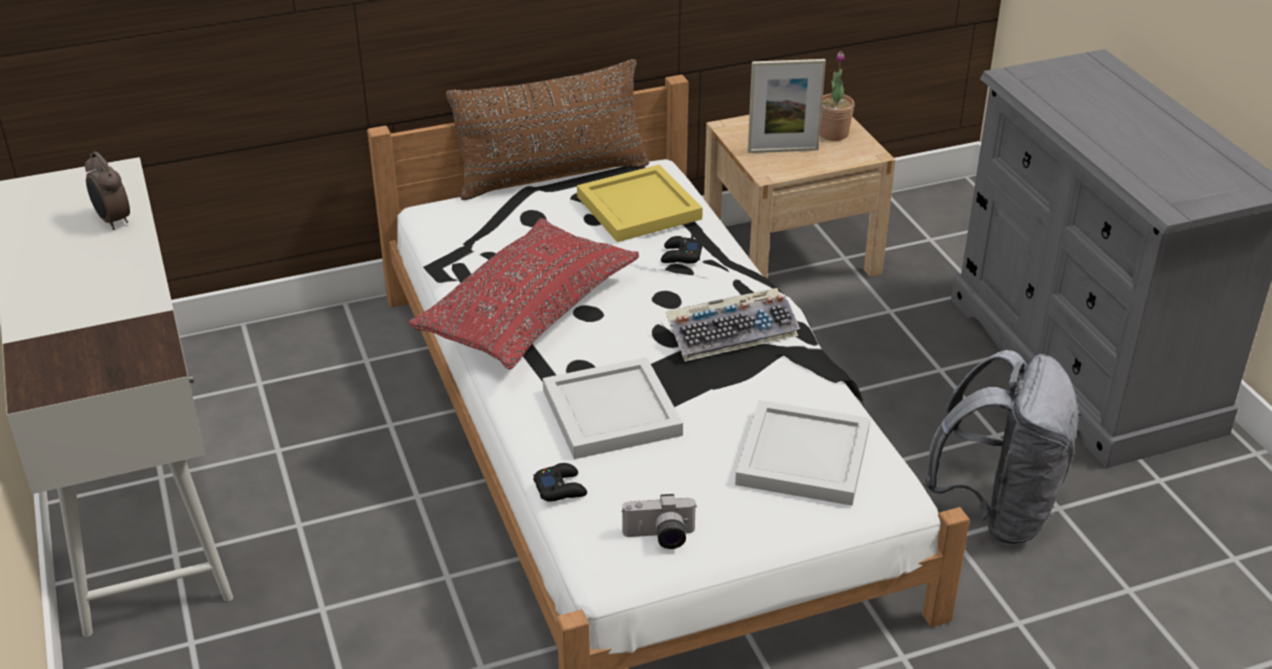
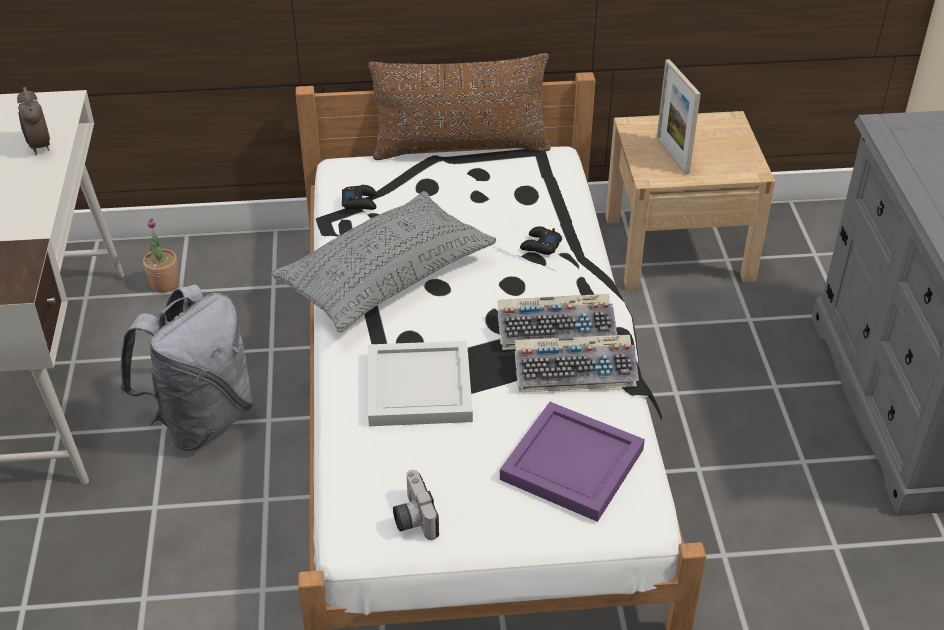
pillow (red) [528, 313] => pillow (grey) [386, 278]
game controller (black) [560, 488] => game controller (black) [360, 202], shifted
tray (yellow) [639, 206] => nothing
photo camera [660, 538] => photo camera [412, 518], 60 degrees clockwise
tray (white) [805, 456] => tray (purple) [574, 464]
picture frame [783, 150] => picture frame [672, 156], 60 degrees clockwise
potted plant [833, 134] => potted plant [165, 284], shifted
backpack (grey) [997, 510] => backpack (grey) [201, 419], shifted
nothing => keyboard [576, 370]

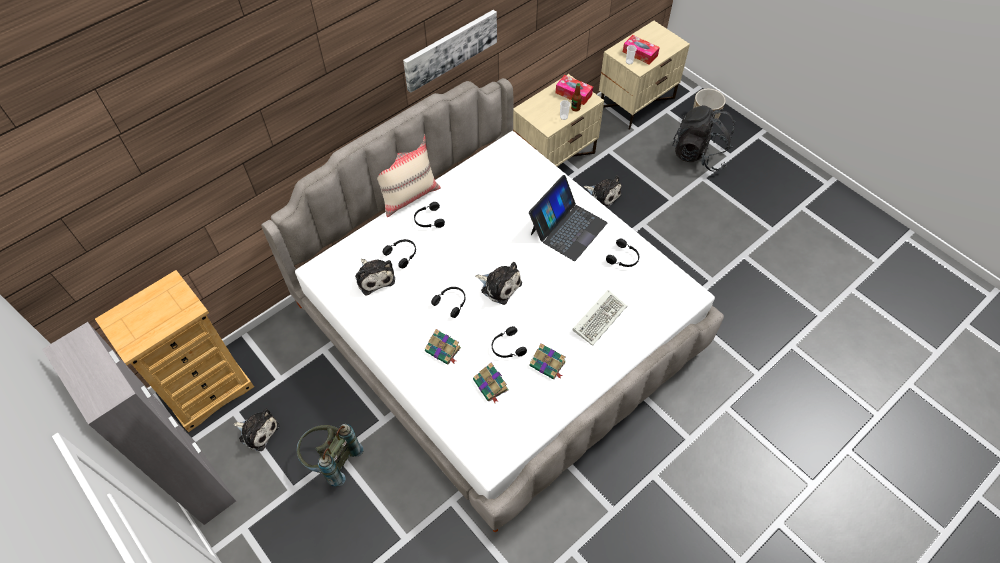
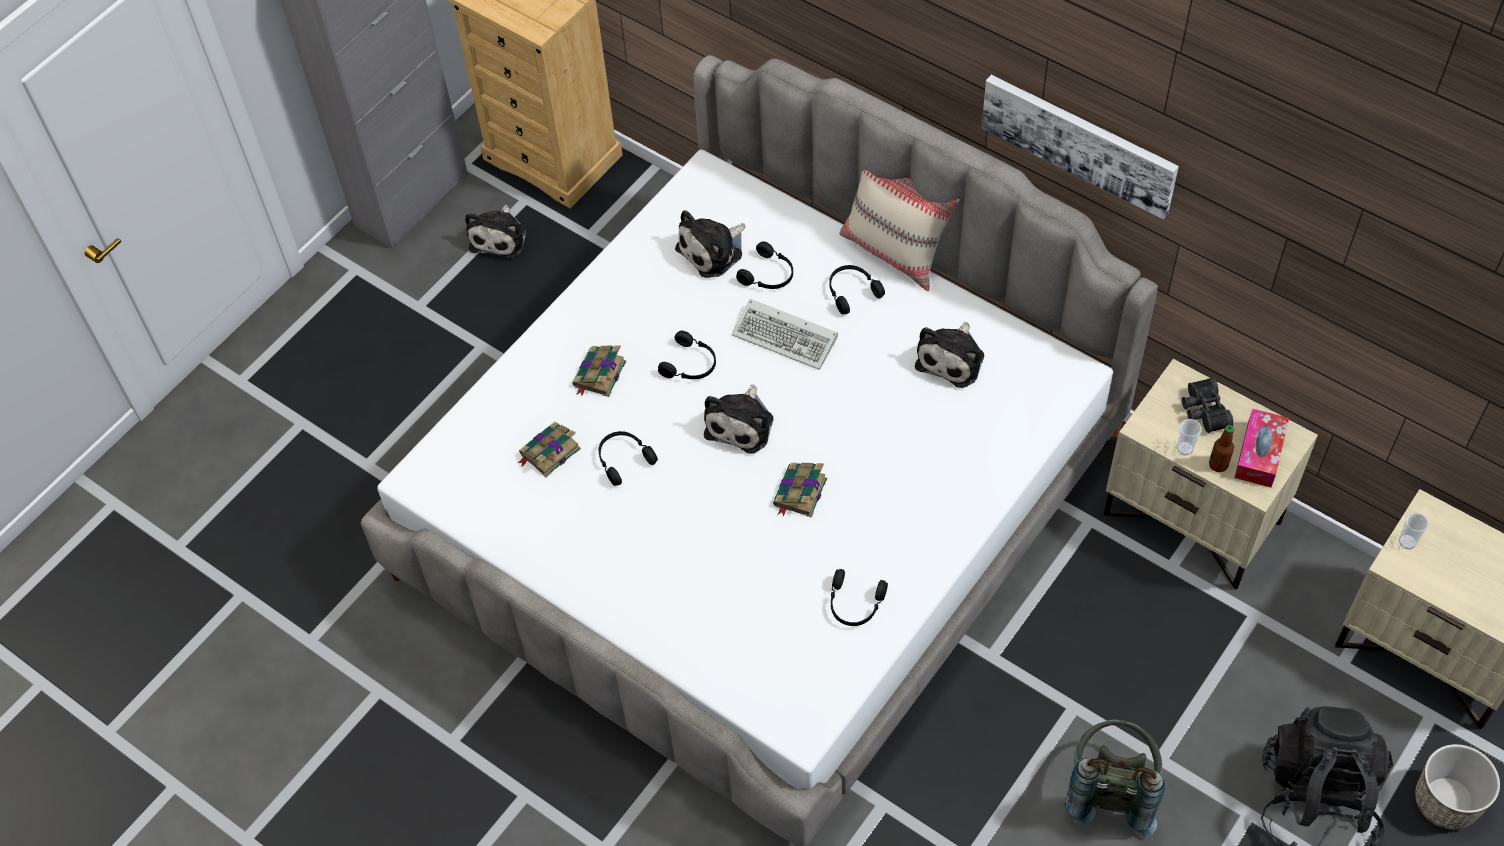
backpack (grey) [331, 461] => backpack (grey) [1110, 791], shifted
laptop [567, 228] => nothing
book [548, 364] => book [799, 493], shifted
keyboard [599, 317] => keyboard [787, 337], shifted
plush toy [603, 195] => plush toy [952, 358], shifted
tissue box [640, 54] => nothing
nothing => binoculars (black) [1203, 411]

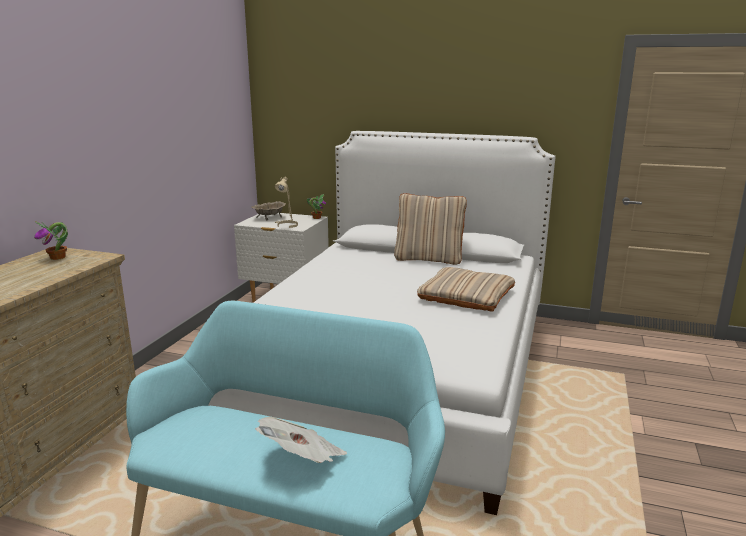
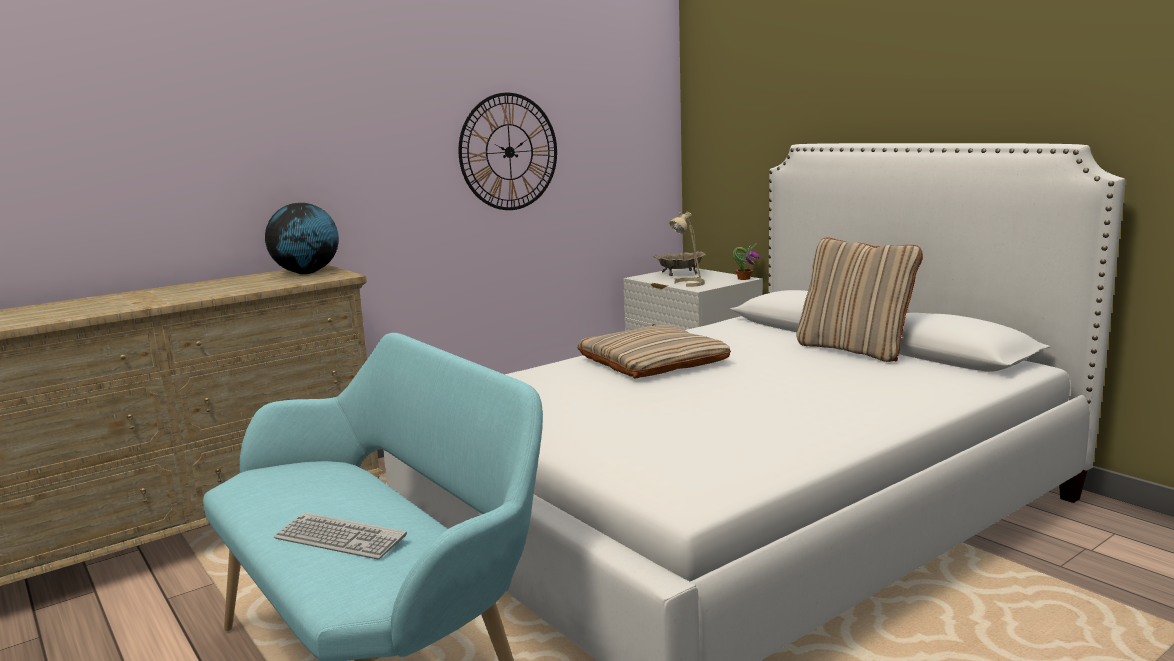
potted plant [58, 257] => globe [306, 273]
newspaper [303, 459] => keyboard [340, 538]
pillow (beige) [466, 295] => pillow (beige) [652, 362], shifted
nothing => wall clock [509, 152]

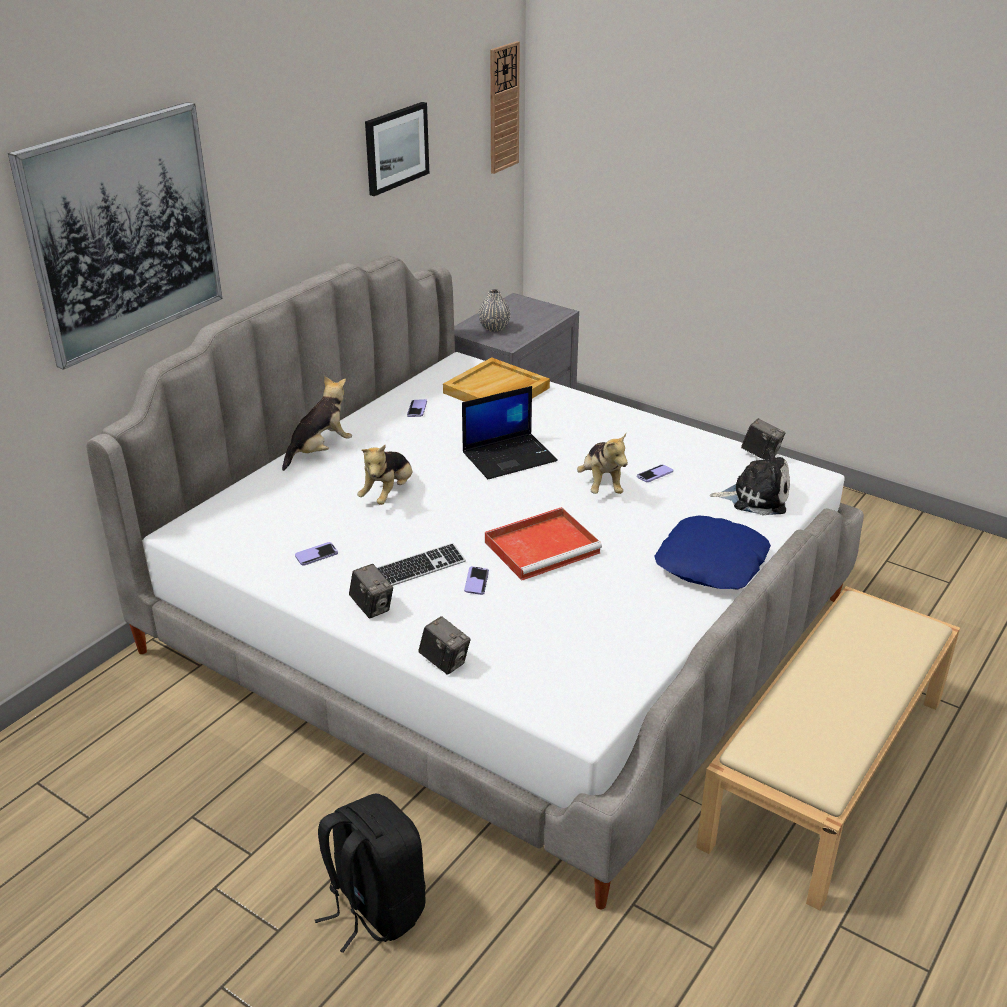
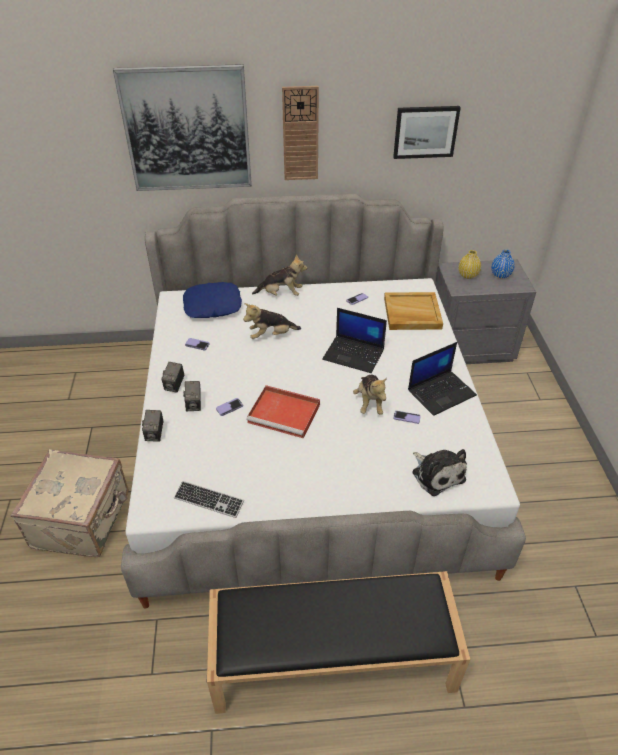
backpack (black) [374, 908] => suitcase (beige) [83, 520]
keyboard [417, 568] => keyboard [209, 500], shifted
vase (grey) [494, 328] => vase (yellow) [467, 275]
wall clock [503, 108] => wall clock [300, 134], shifted
plush toy [601, 484] => plush toy [369, 402], 45 degrees counterclockwise
pillow (blue) [712, 563] => pillow (blue) [212, 306], shifted
bench (beige) [825, 768] => bench (black) [334, 656]
photo camera [761, 454] => photo camera [194, 404], shifted
nothing => laptop [441, 392]
nothing => vase (blue) [500, 275]

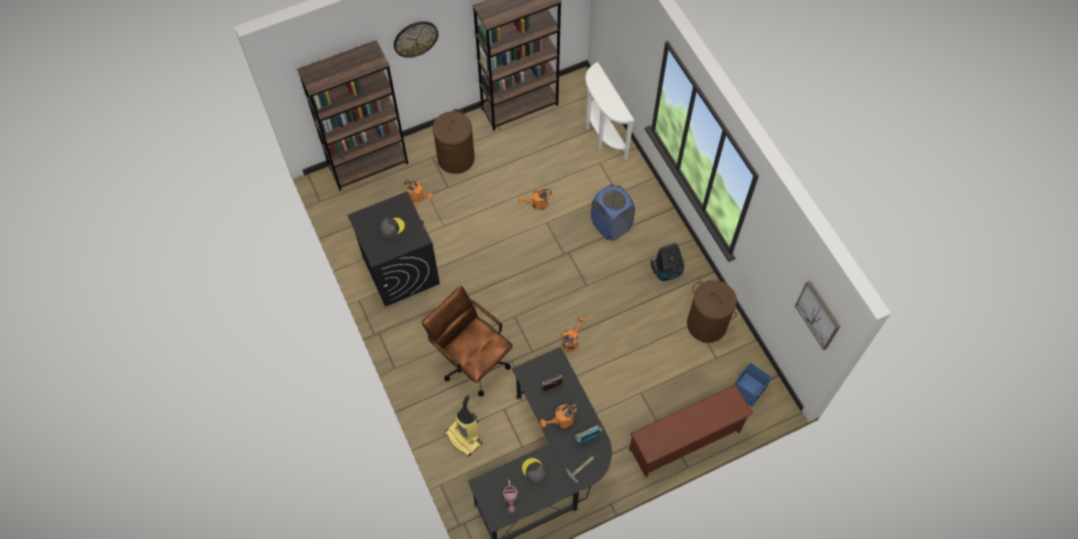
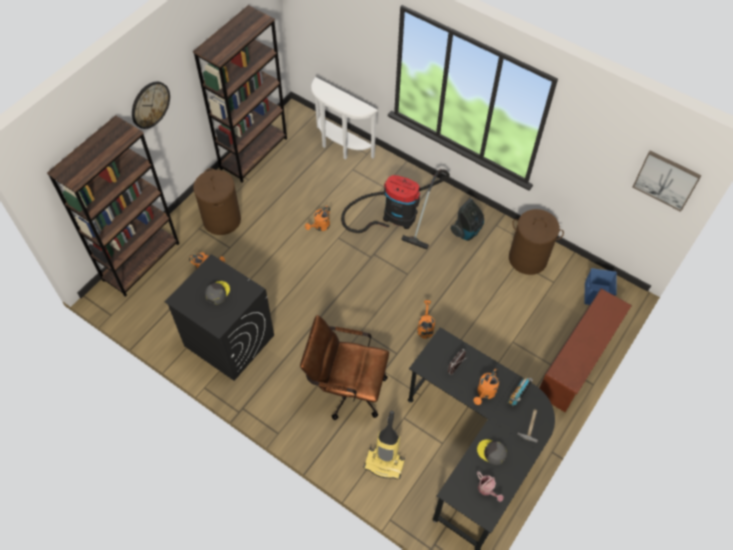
laundry basket (blue) [611, 225] => vacuum cleaner [395, 215]

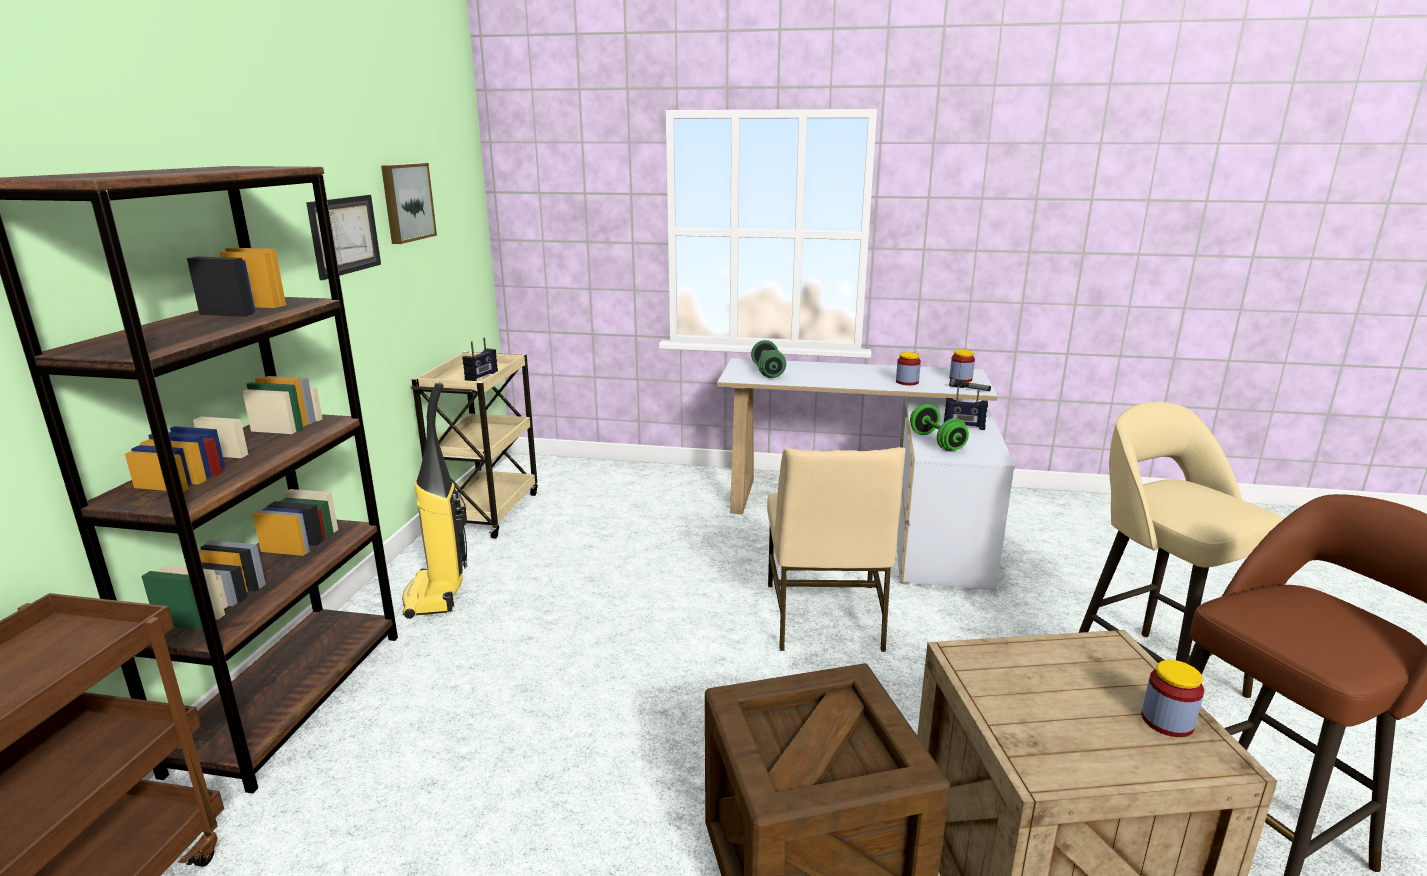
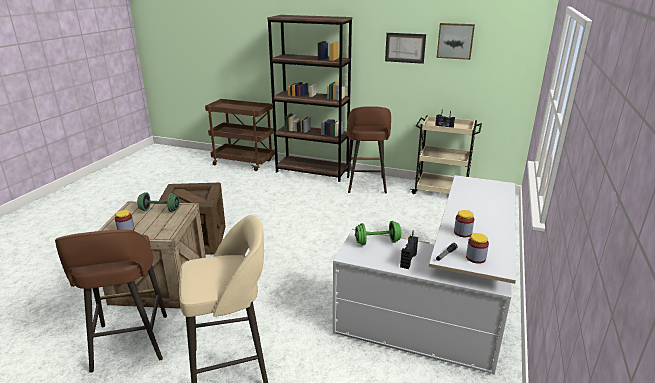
vacuum cleaner [437, 595] => stool (brown) [366, 185]
dumbbell (green) [768, 372] => dumbbell (green) [160, 210], shifted
chair (beige) [825, 617] => nothing

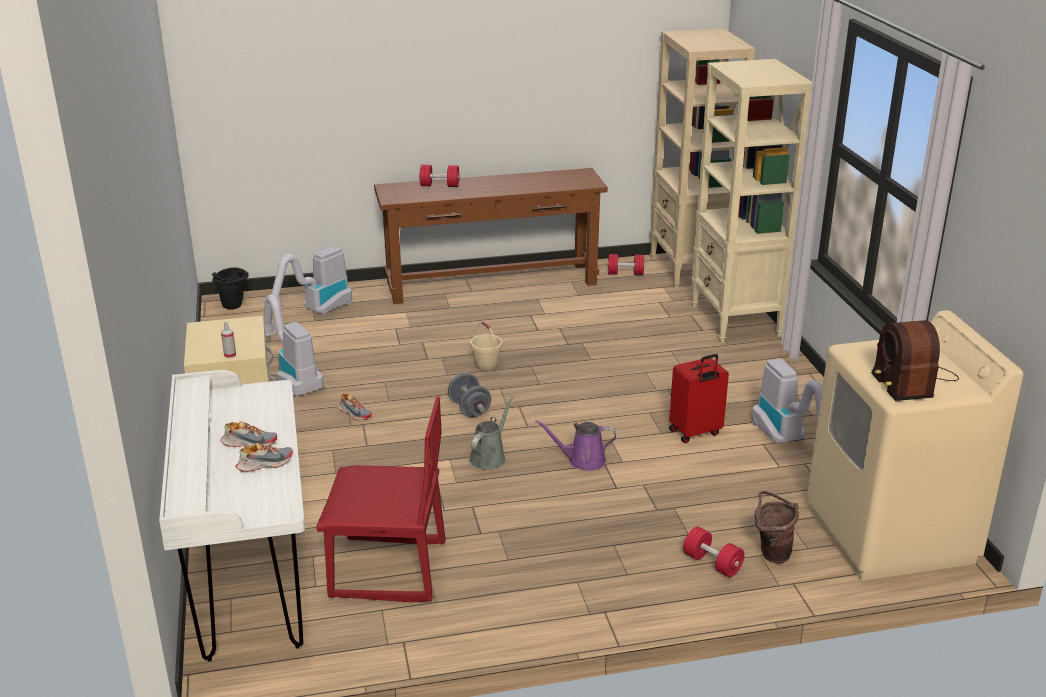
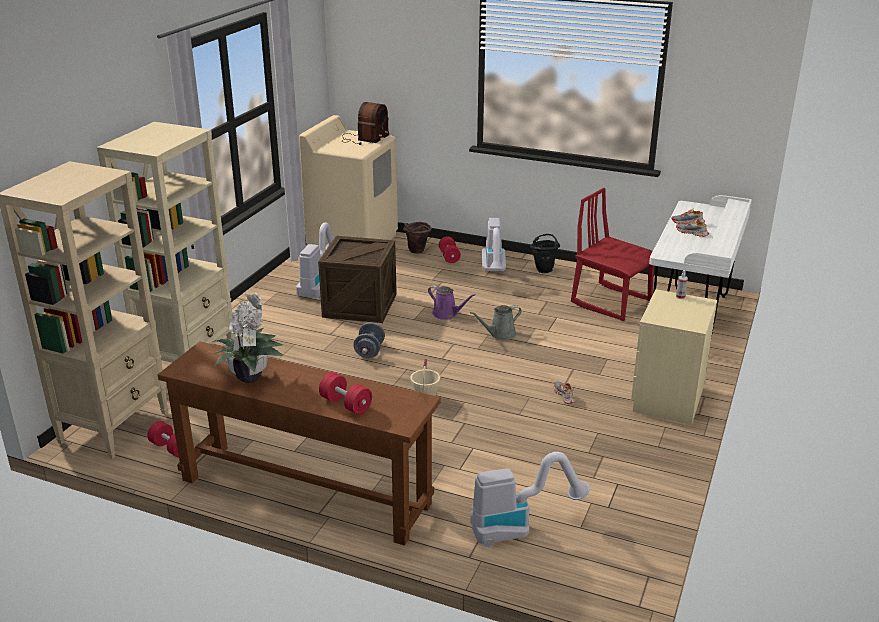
bucket (black) [233, 307] => bucket (black) [544, 269], shifted
vacuum cleaner [291, 377] => vacuum cleaner [494, 272], shifted
dumbbell (grey) [469, 409] => dumbbell (grey) [369, 351], shifted
suitcase (red) [695, 433] => crate [360, 305]
nothing => potted plant [250, 376]

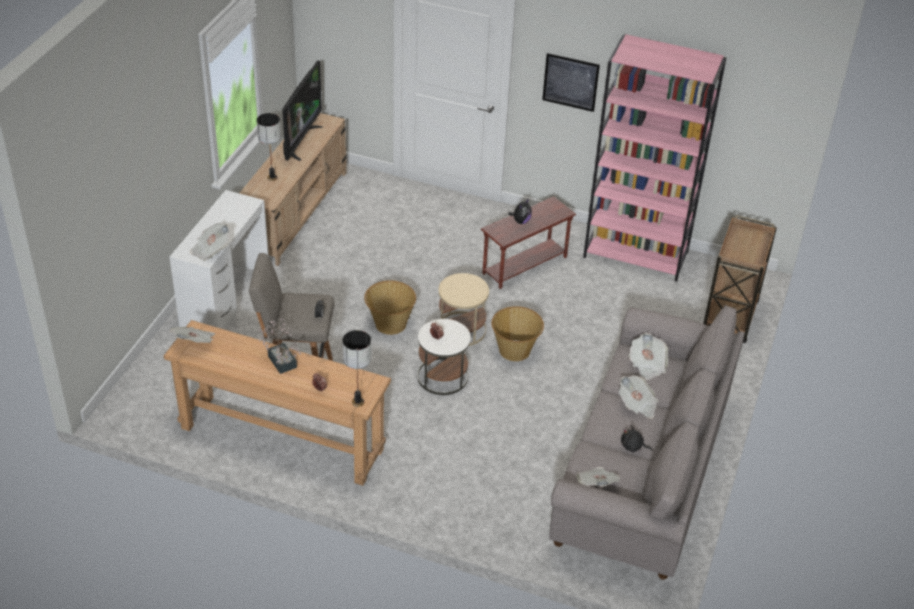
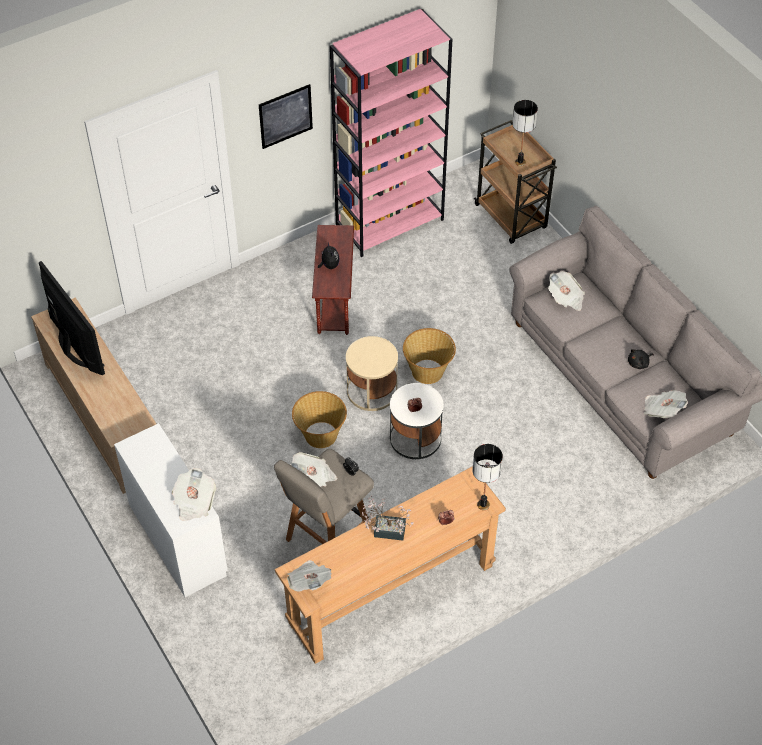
table lamp [272, 177] => table lamp [520, 162], shifted
newspaper [637, 405] => newspaper [314, 477], shifted

